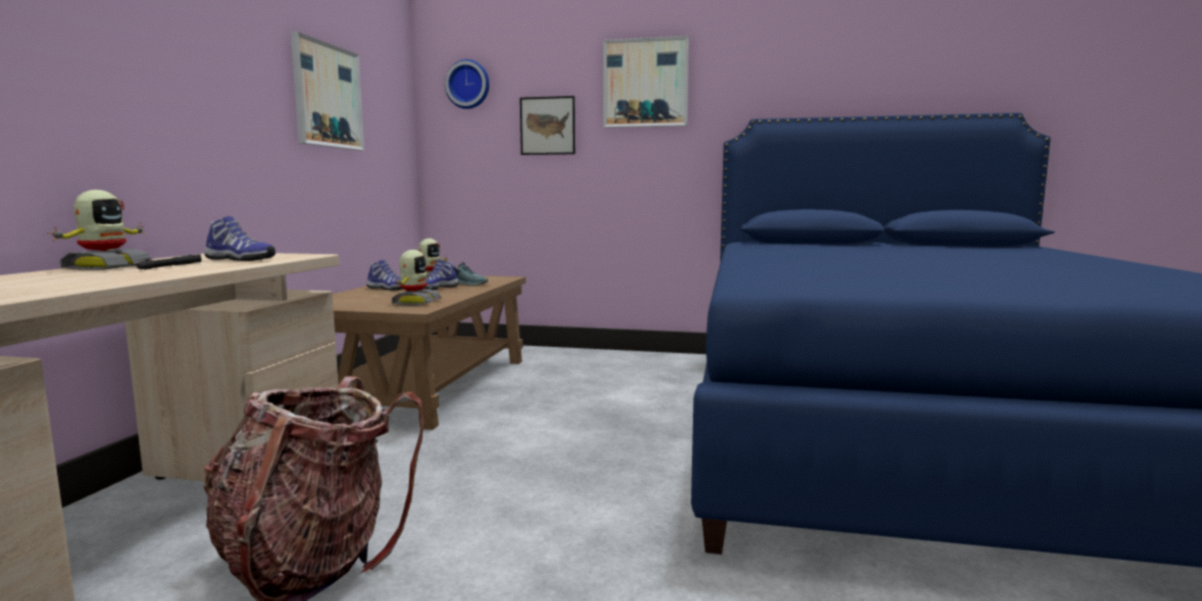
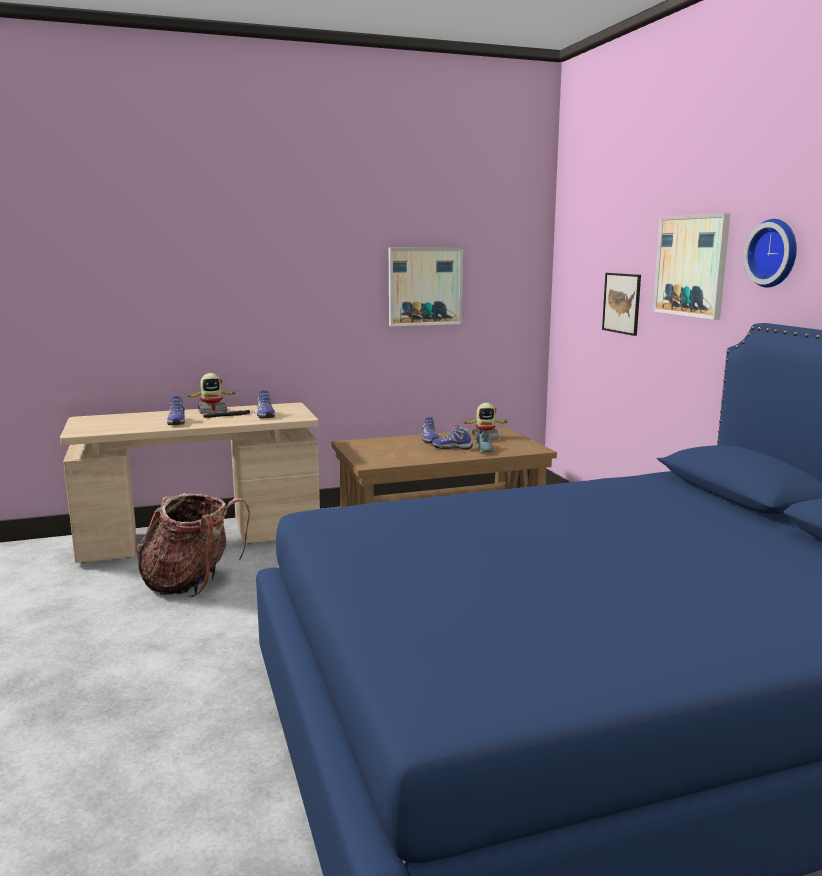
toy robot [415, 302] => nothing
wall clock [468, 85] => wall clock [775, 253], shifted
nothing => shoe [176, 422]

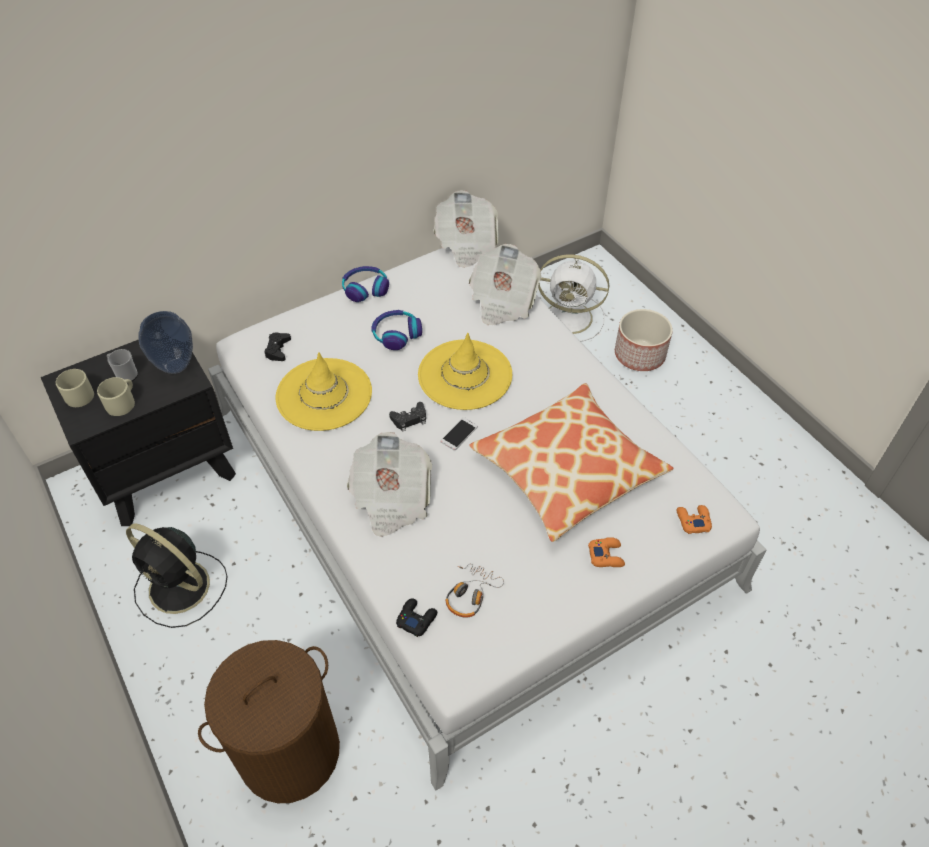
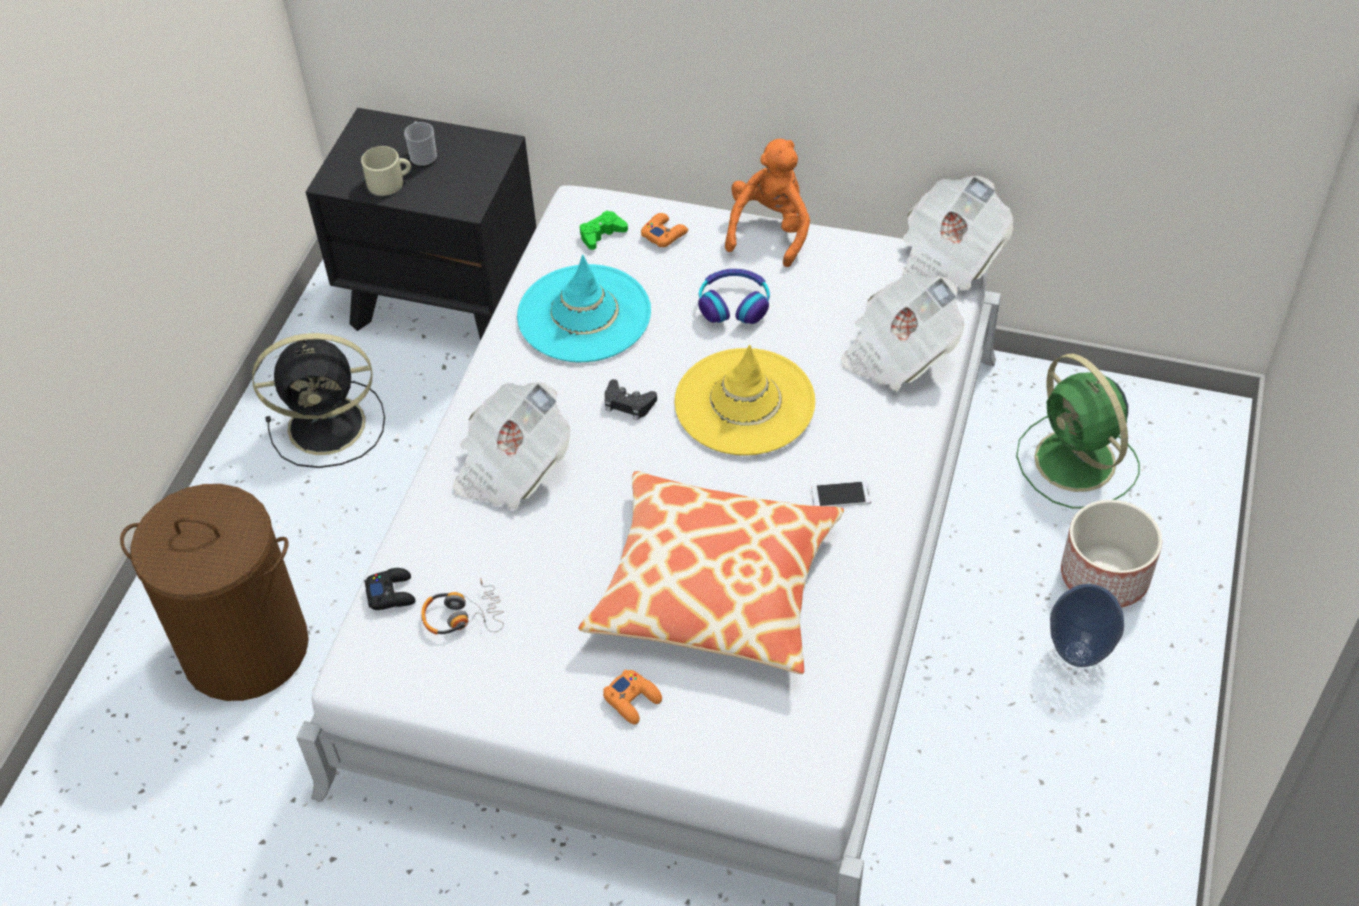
mug (beige) [79, 393] => nothing
fan (black) [181, 588] => fan (black) [330, 425], 90 degrees counterclockwise
vase [175, 367] => vase [1077, 654], shifted
game controller (black) [278, 350] => game controller (green) [602, 234]
hat (yellow) [324, 394] => hat (turquoise) [584, 314]
headphones [365, 288] => plush toy (orange) [770, 230]
phone [459, 434] => phone [840, 495], shifted
fan (white) [571, 318] => fan (green) [1077, 463]
game controller (orange) [693, 521] => game controller (orange) [664, 234], shifted

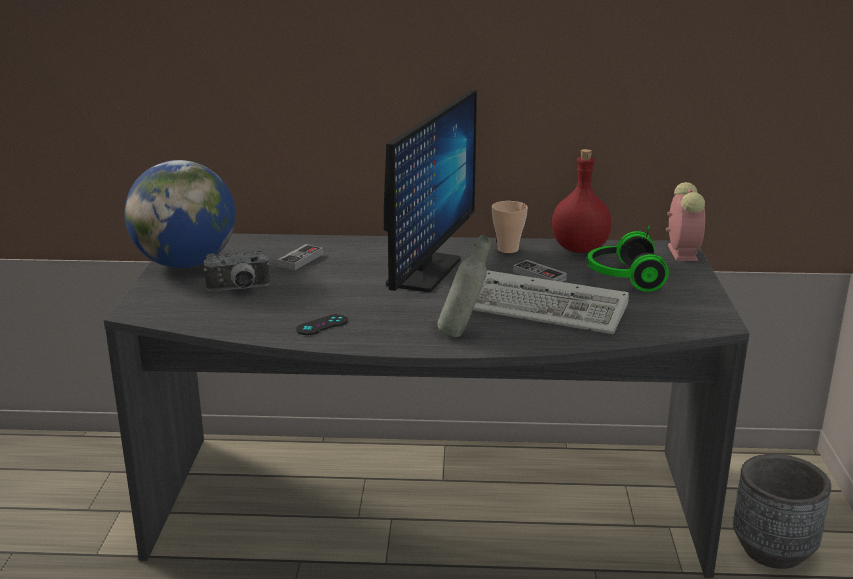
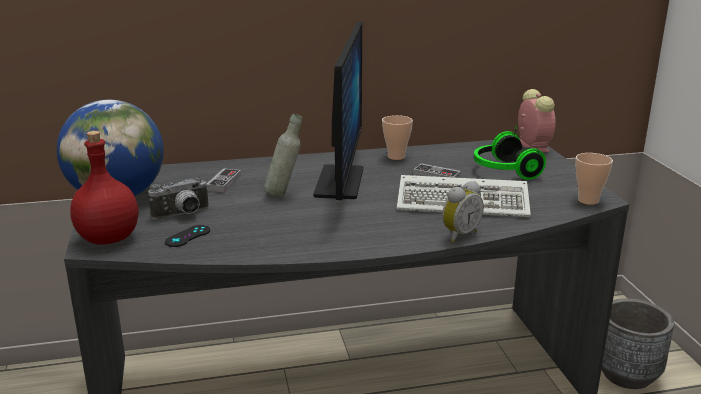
game controller (black) [322, 325] => game controller (black) [188, 236], shifted
bottle (grey) [463, 334] => bottle (grey) [284, 194], shifted
bottle (red) [579, 248] => bottle (red) [109, 238], shifted
nothing => alarm clock [459, 235]
nothing => cup [588, 200]

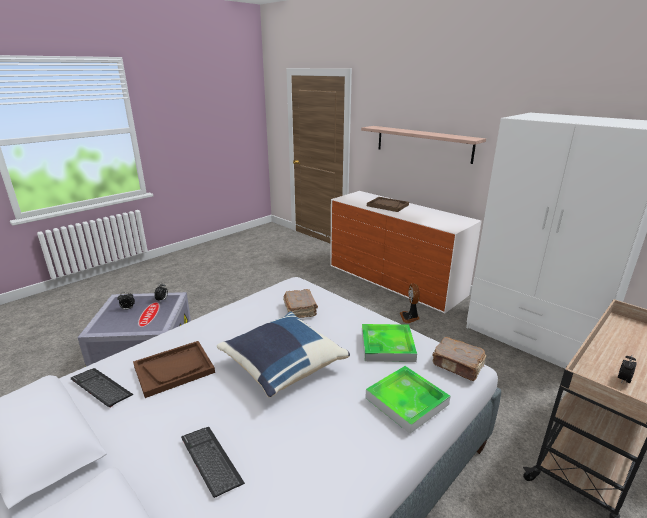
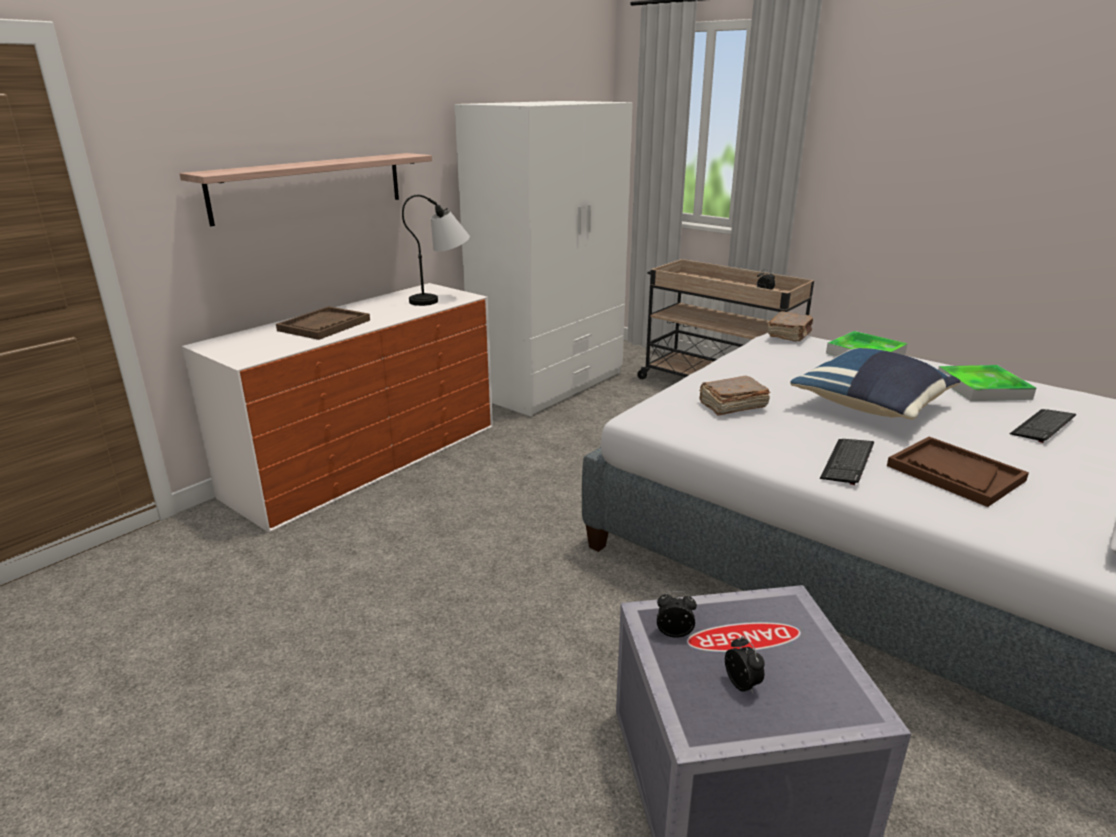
keyboard [101, 388] => keyboard [847, 462], shifted
tray [387, 346] => tray [982, 388], shifted
fan [410, 317] => nothing
nothing => table lamp [442, 299]

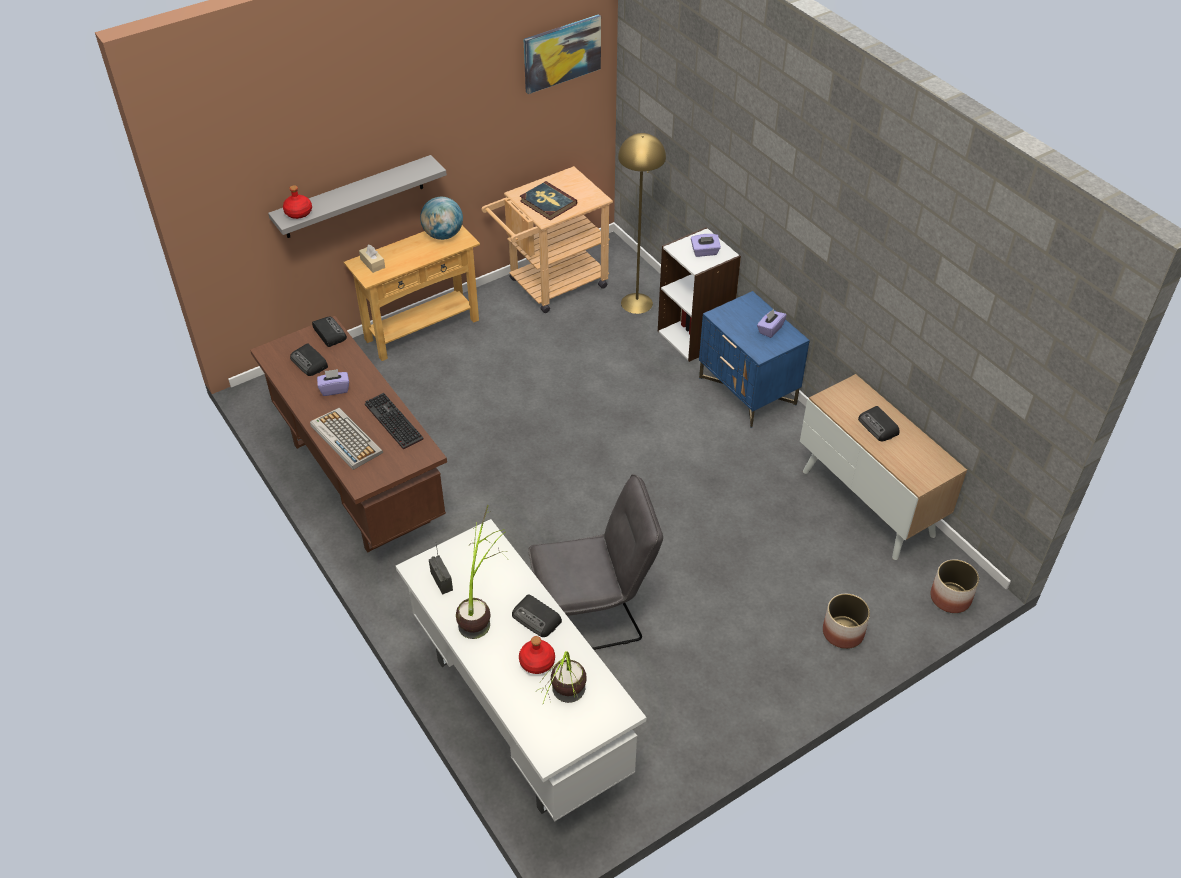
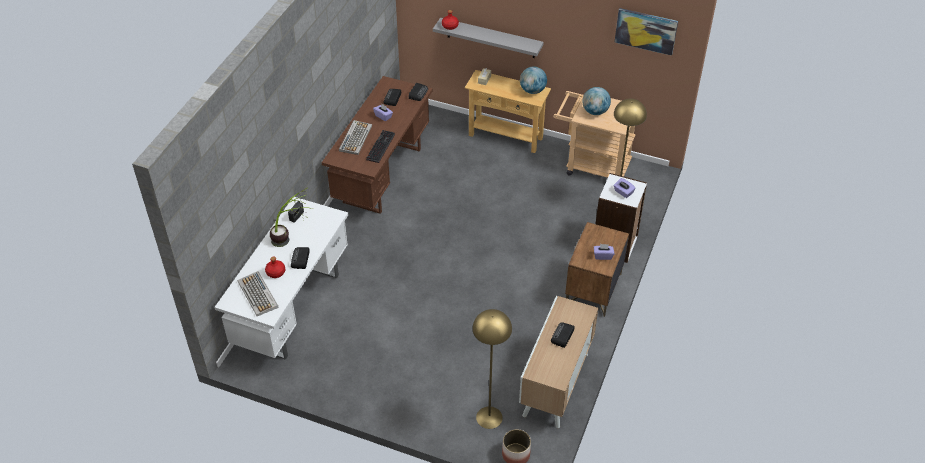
book [548, 203] => globe [595, 111]
chair (grey) [594, 614] => nothing
potted plant [565, 706] => keyboard [258, 294]
nightstand (blue) [748, 391] => nightstand (brown) [593, 289]
planter [842, 632] => nothing
nothing => floor lamp (yellow) [489, 417]

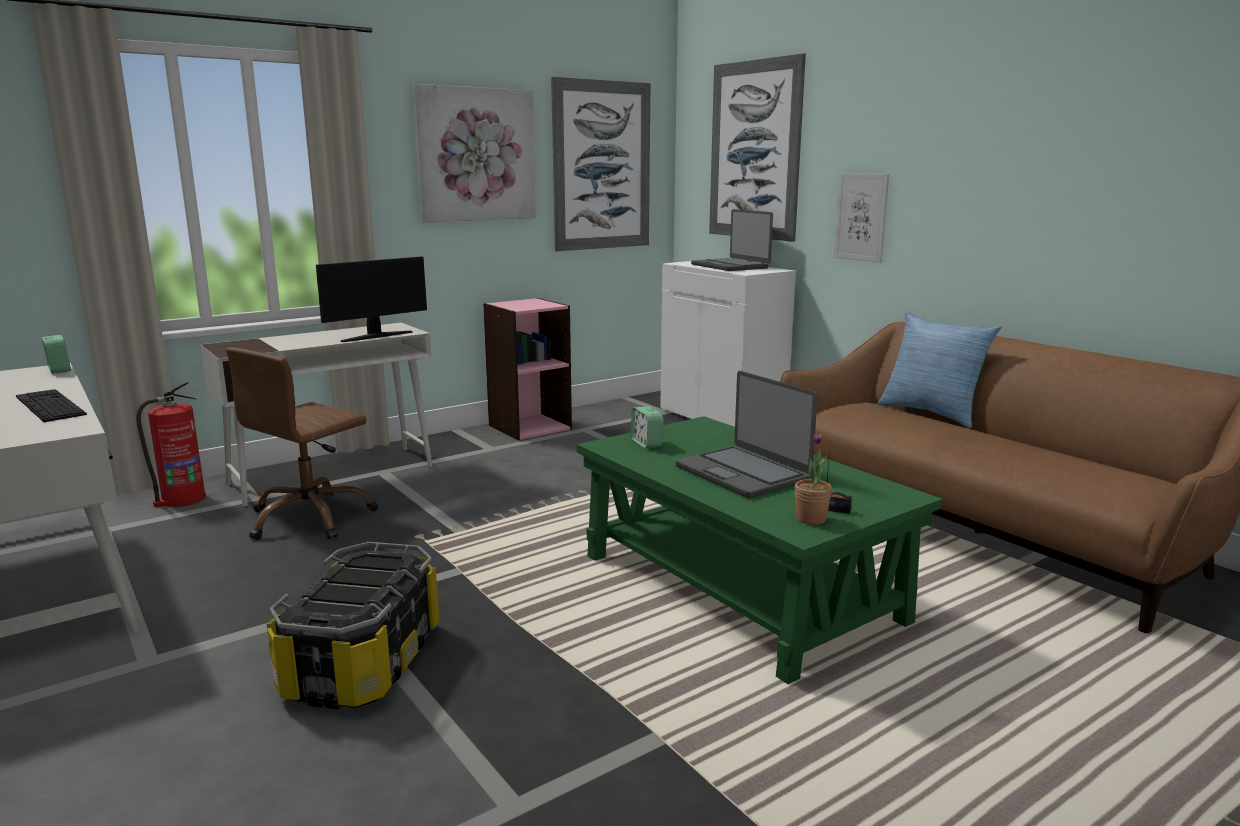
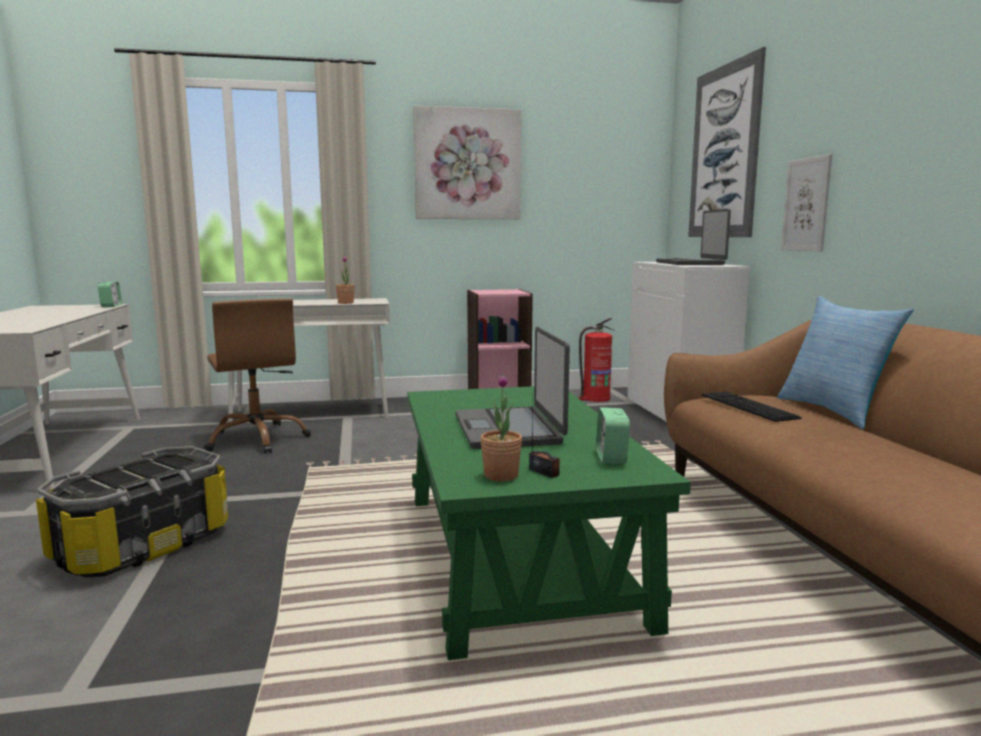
keyboard [50, 405] => keyboard [748, 406], shifted
fire extinguisher [182, 499] => fire extinguisher [595, 398], shifted
office chair (brown) [310, 518] => office chair (brown) [257, 439], 90 degrees counterclockwise
monitor [376, 336] => potted plant [345, 303]
picture [602, 166] => nothing
alarm clock [646, 443] => alarm clock [611, 457], shifted

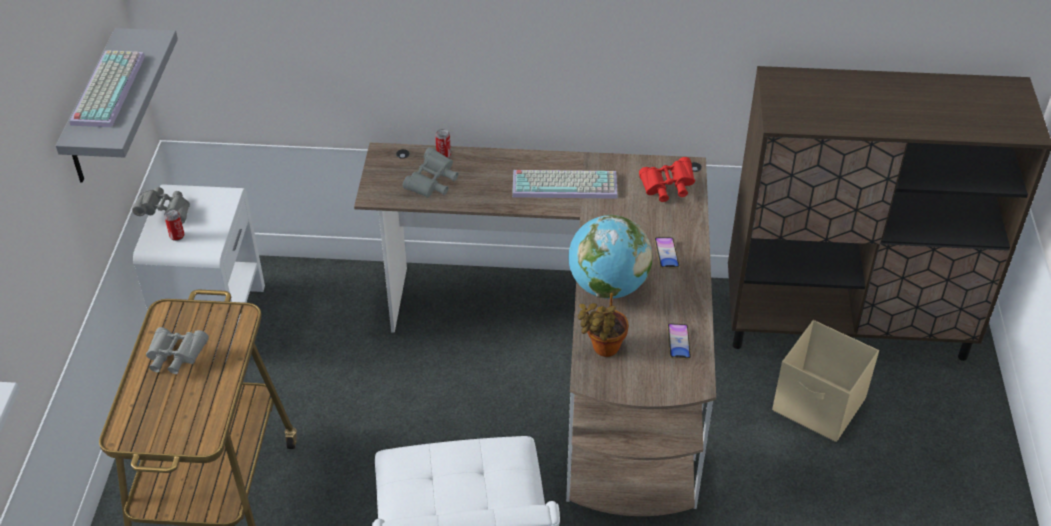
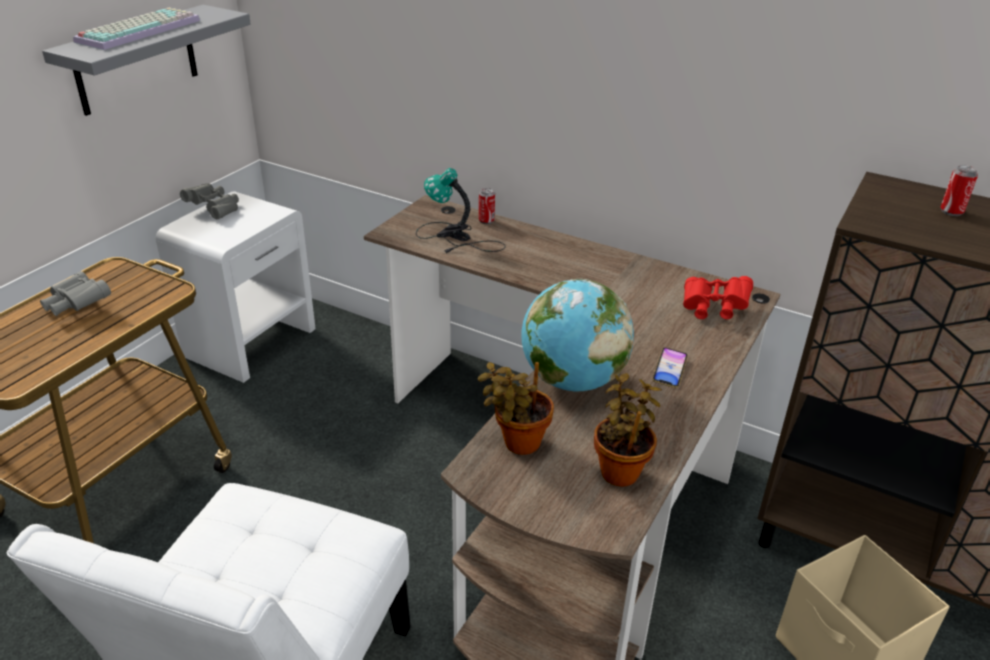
can [177, 236] => can [951, 211], shifted
binoculars (grey) [432, 183] => table lamp [456, 238]
keyboard [566, 184] => nothing
phone [678, 343] => potted plant [621, 470]

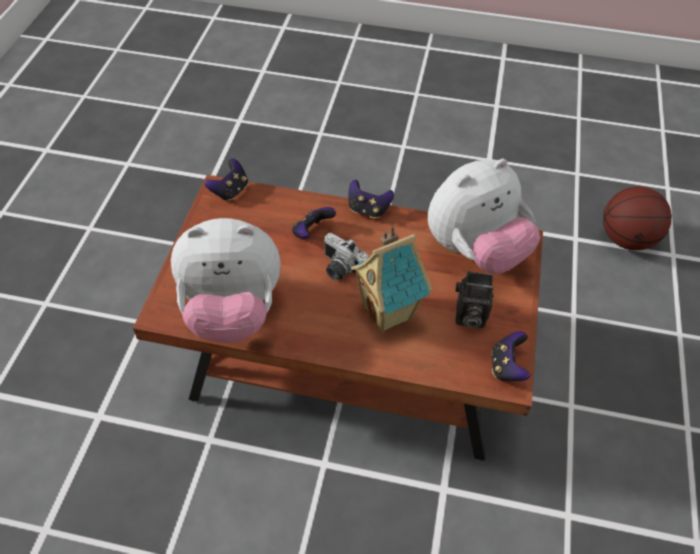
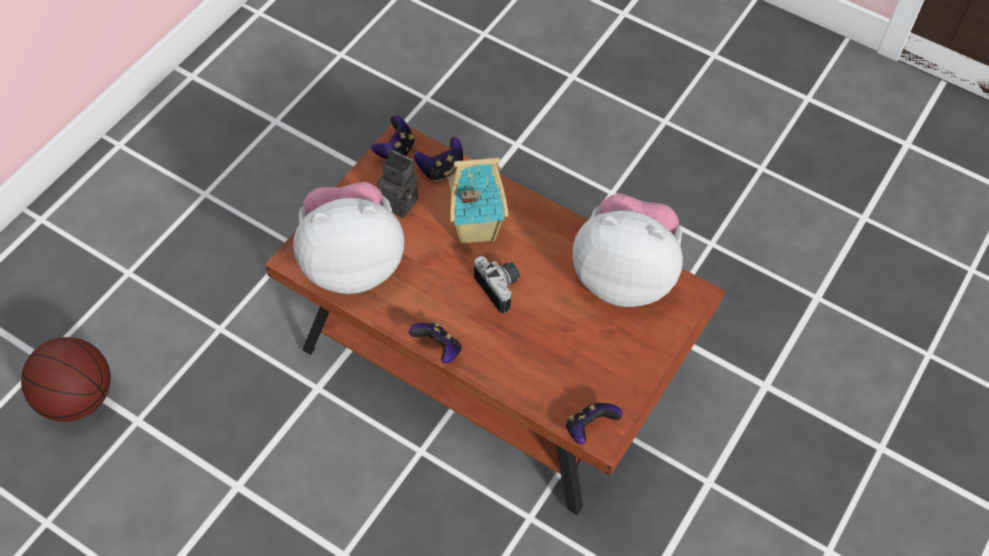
game controller [311, 232] => game controller [441, 170], shifted

